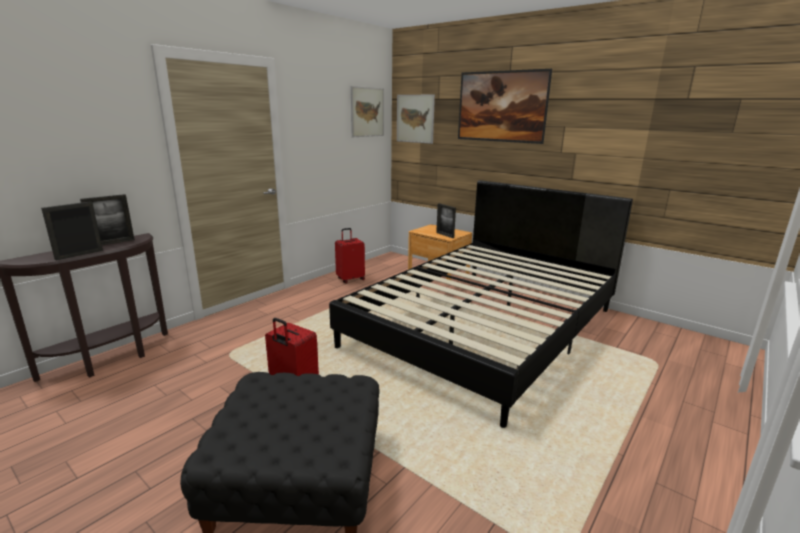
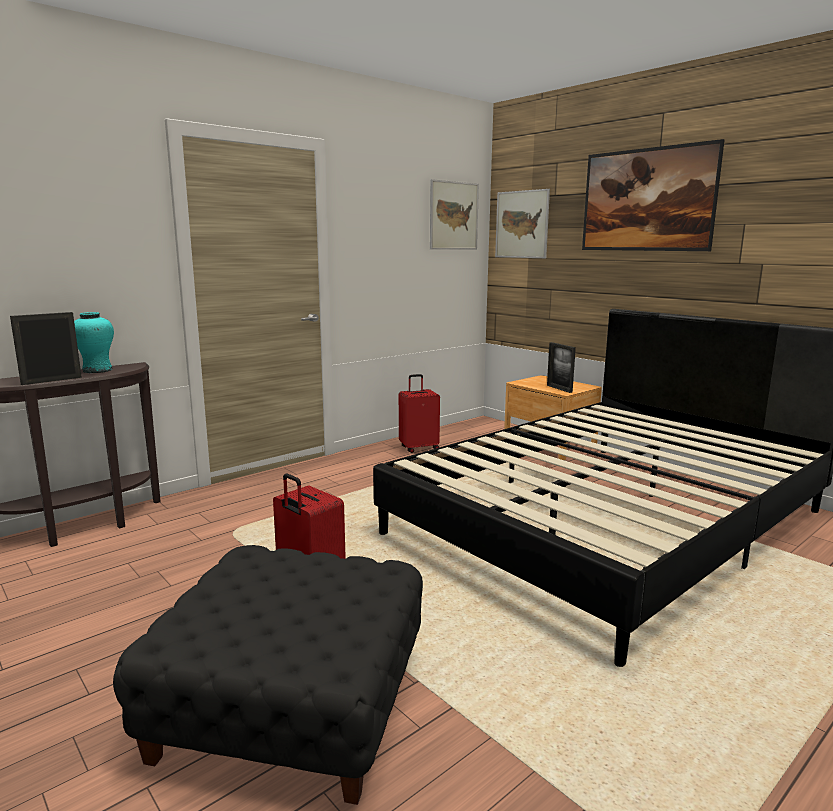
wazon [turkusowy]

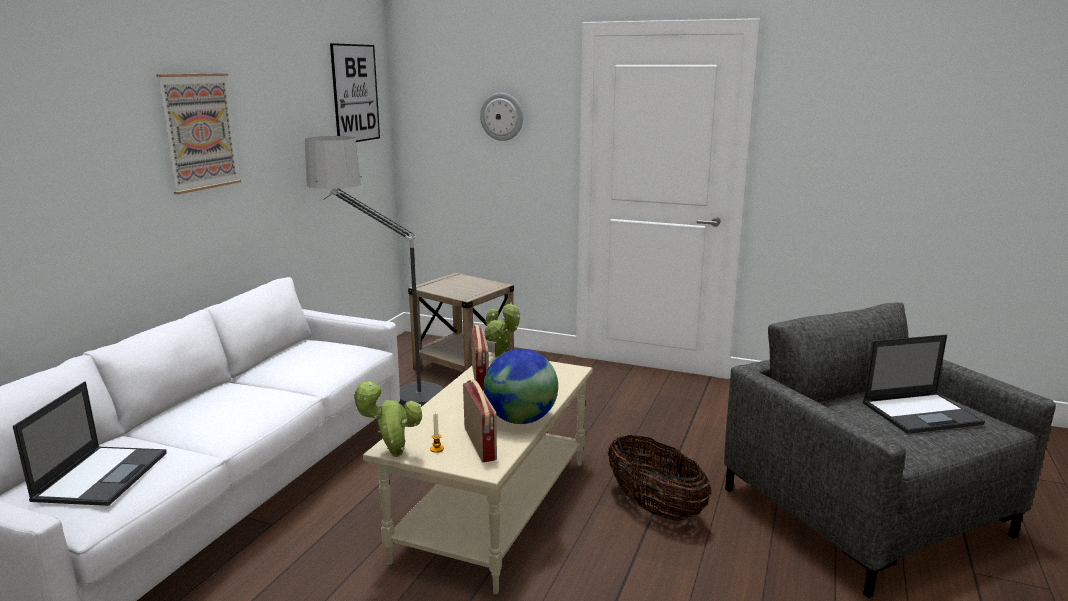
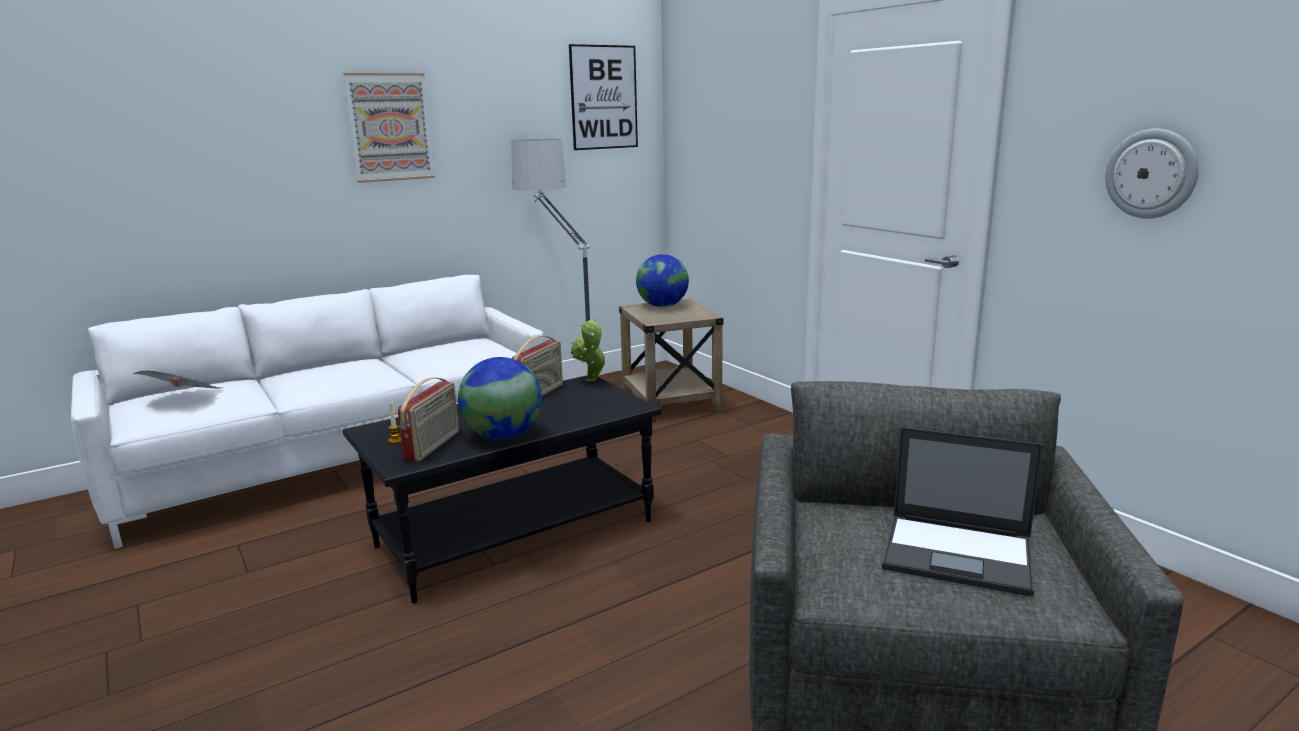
zegar ścienny
ława [czarny]
gazeta
roślina doniczkowa (no. 1 from left in the first image)
koszyk
globus (no. 2 from left)

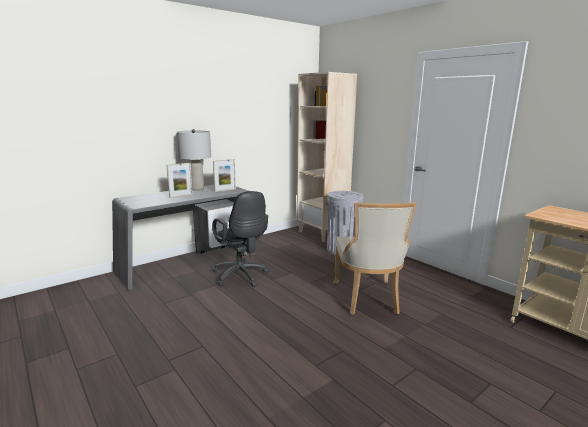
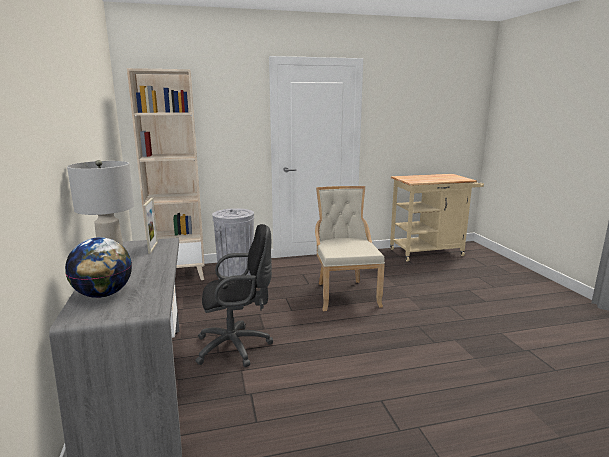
ramka na zdjęcie (no. 1 from left in the first image)
krzesło [beżowy]
globus

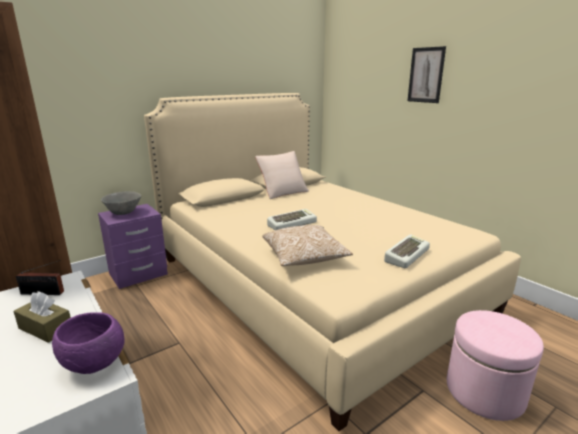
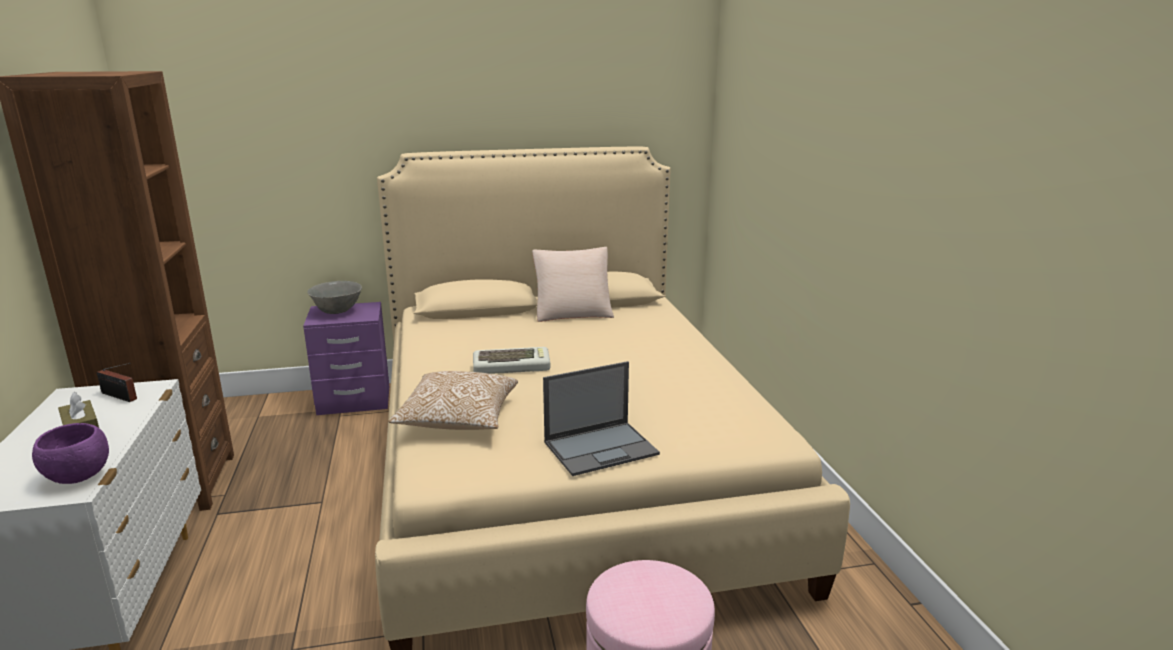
obraz
laptop

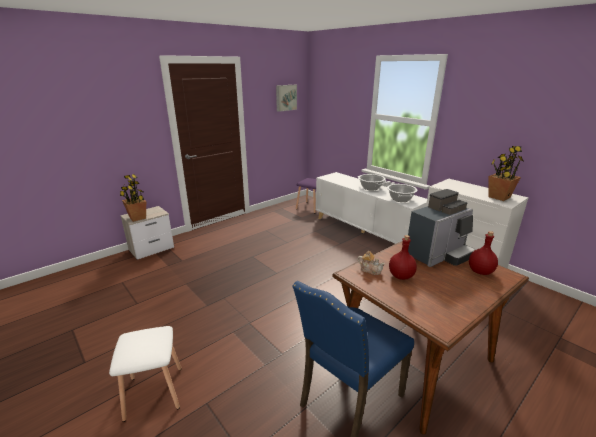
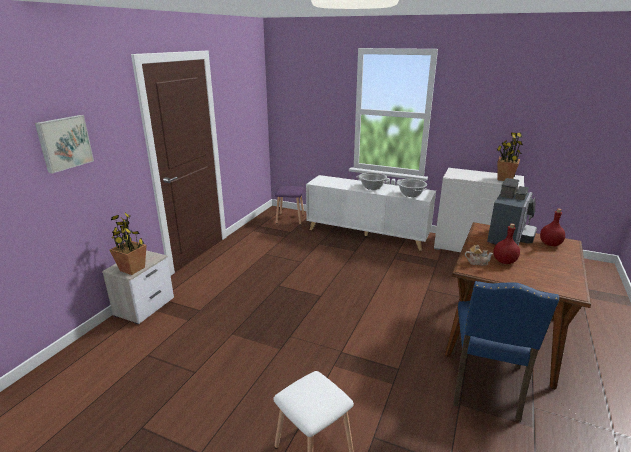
obraz

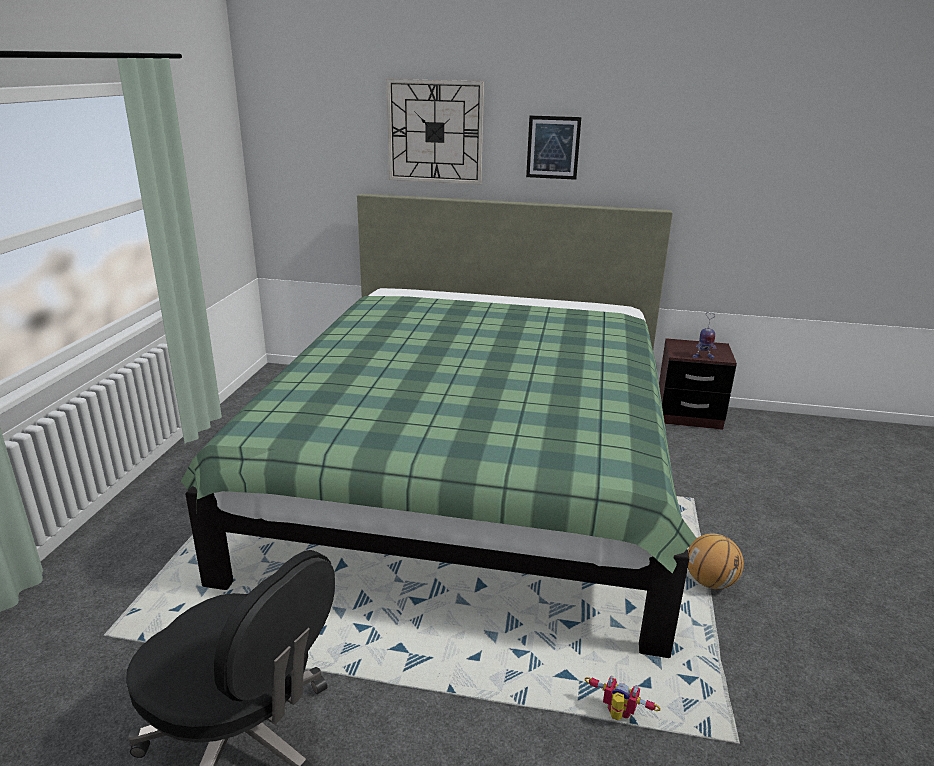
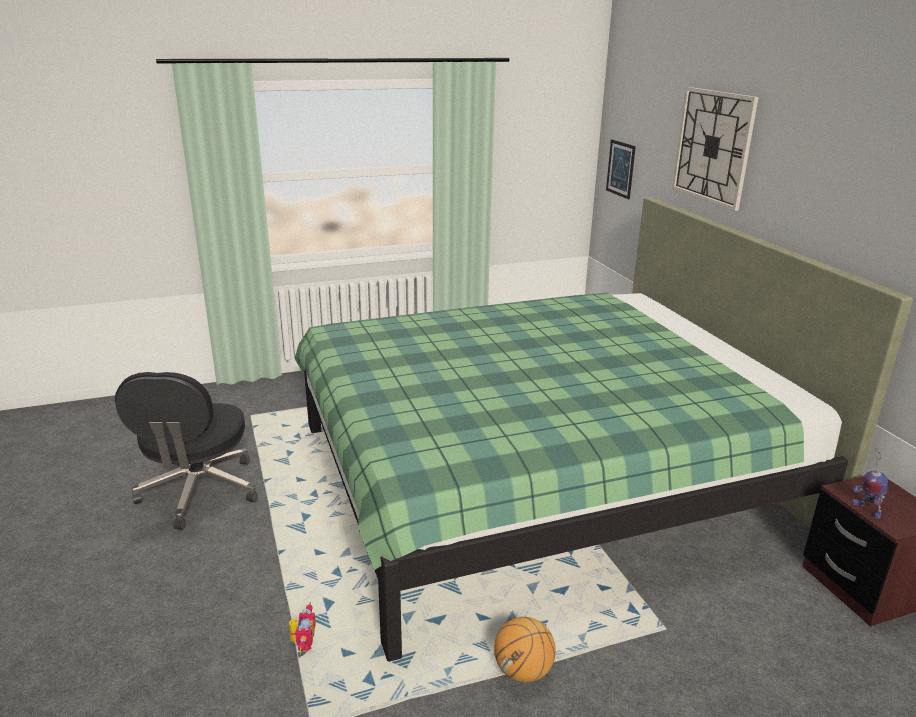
obraz

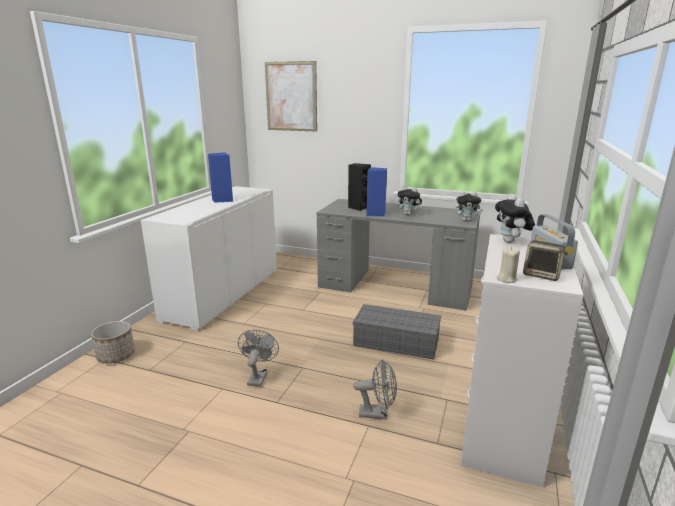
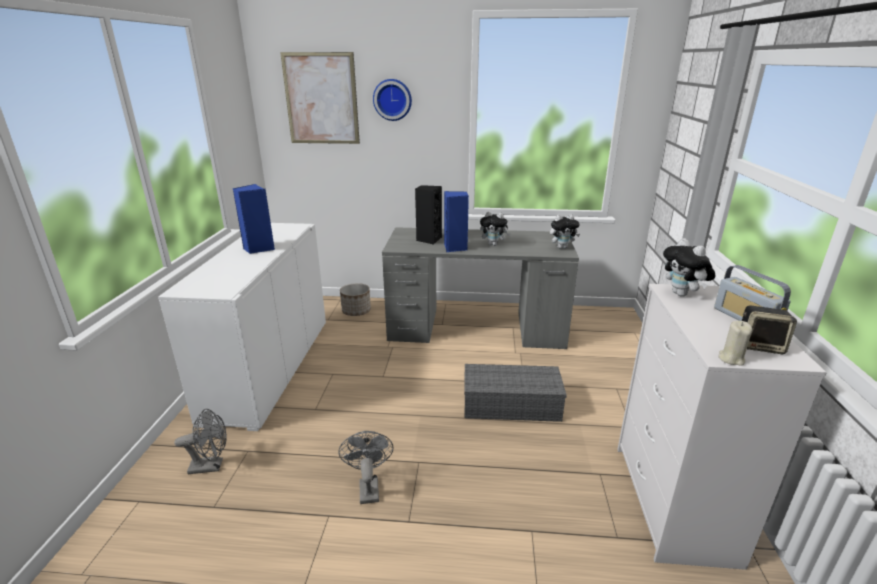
donica
wentylator [szary] (no. 1 from left)
zegar ścienny

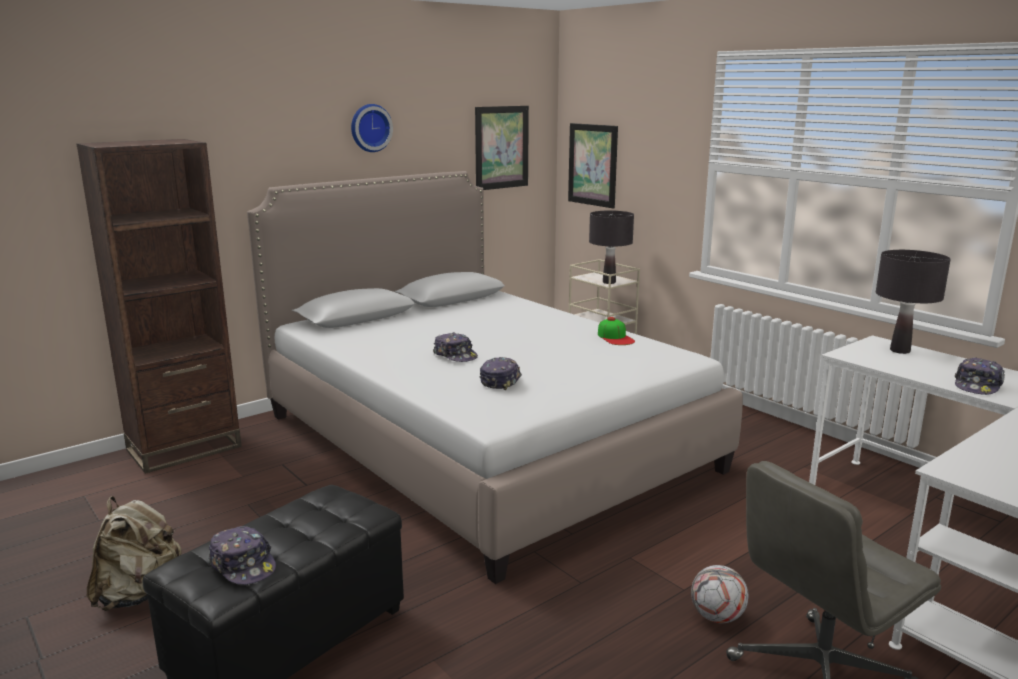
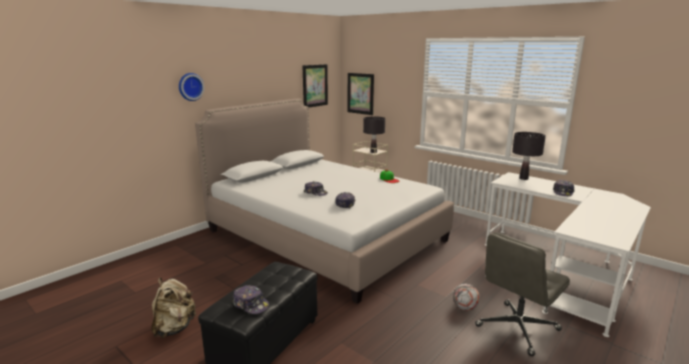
zegar ścienny
regał [brązowy]

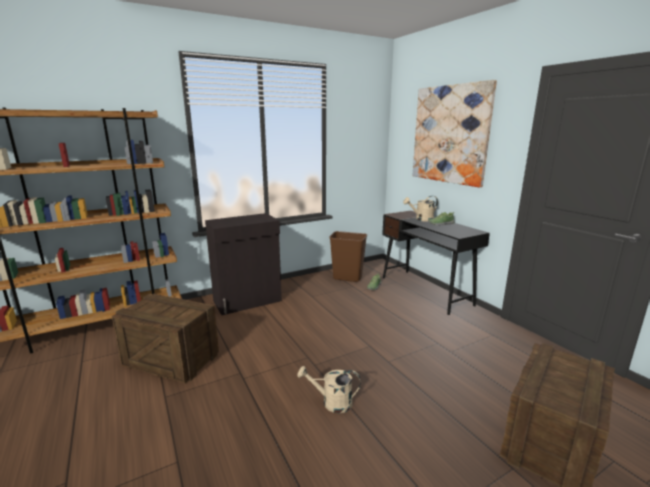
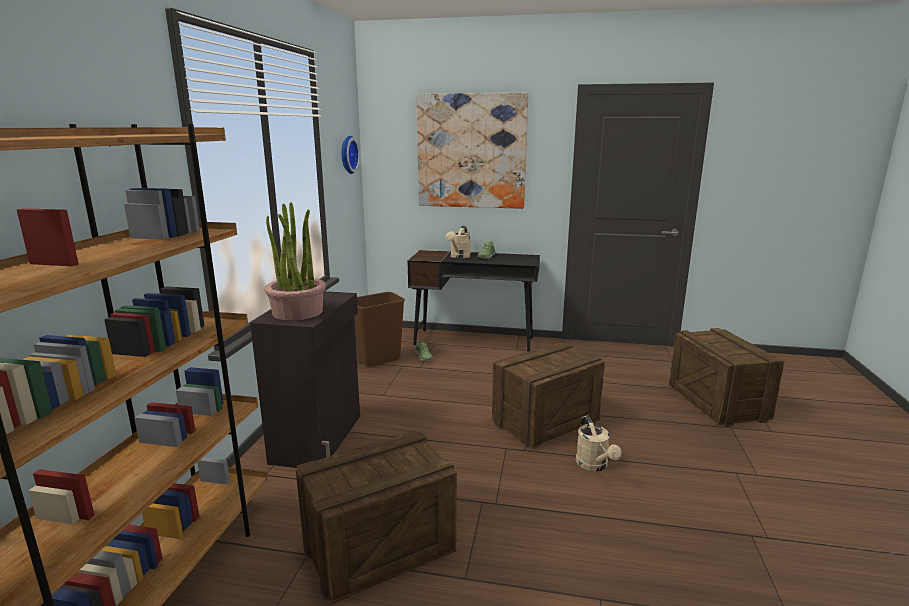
konewka [beżowy] (no. 2 from left)
zegar ścienny
roślina doniczkowa
skrzynka (no. 2 from left)

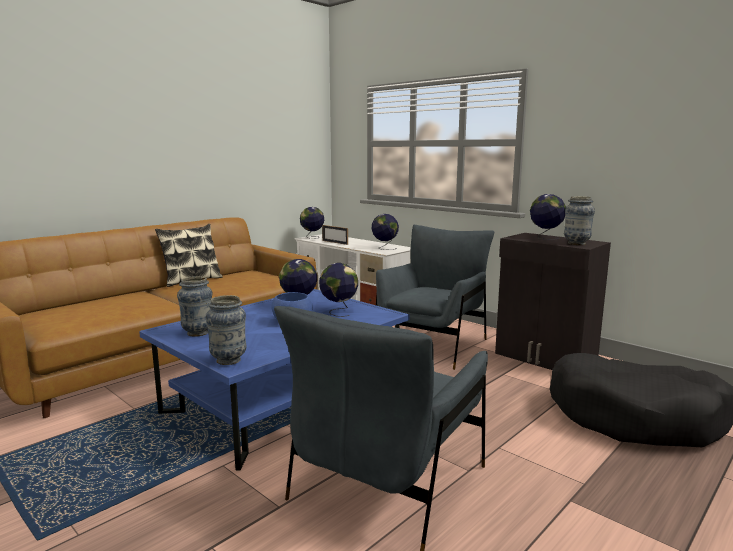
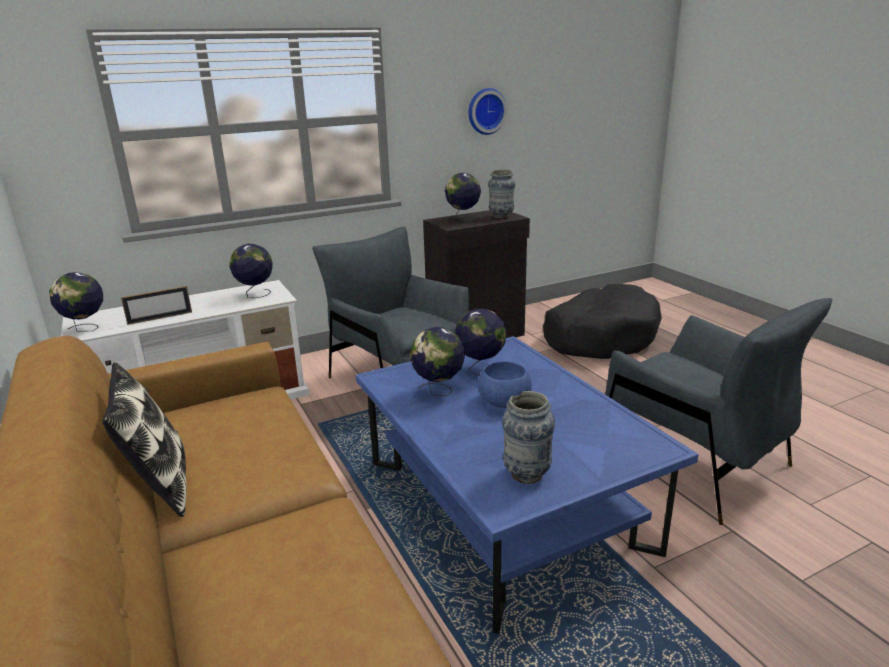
wazon (no. 2 from left in the first image)
zegar ścienny

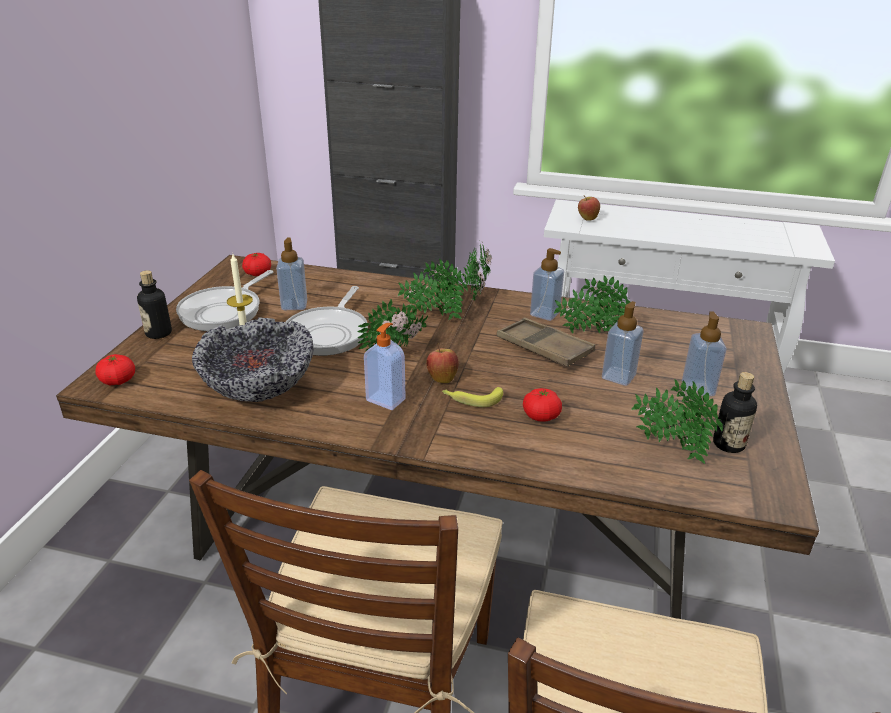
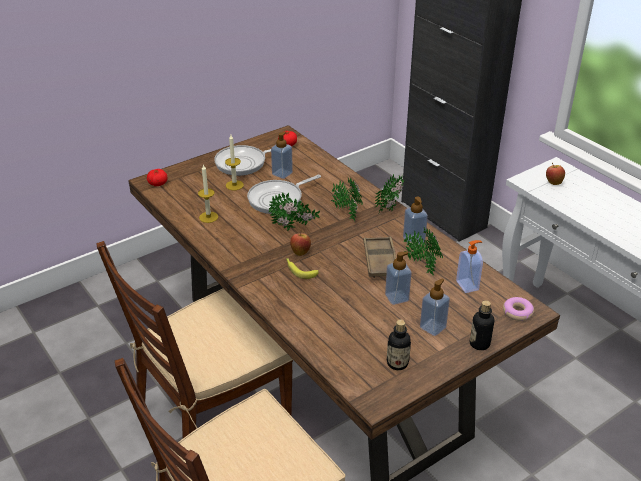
butelka (no. 2 from left)
świeca (no. 1 from left)
dozownik mydła (no. 5 from left)
roślina doniczkowa (no. 5 from left in the first image)
pomidor (no. 3 from left in the first image)
donut

